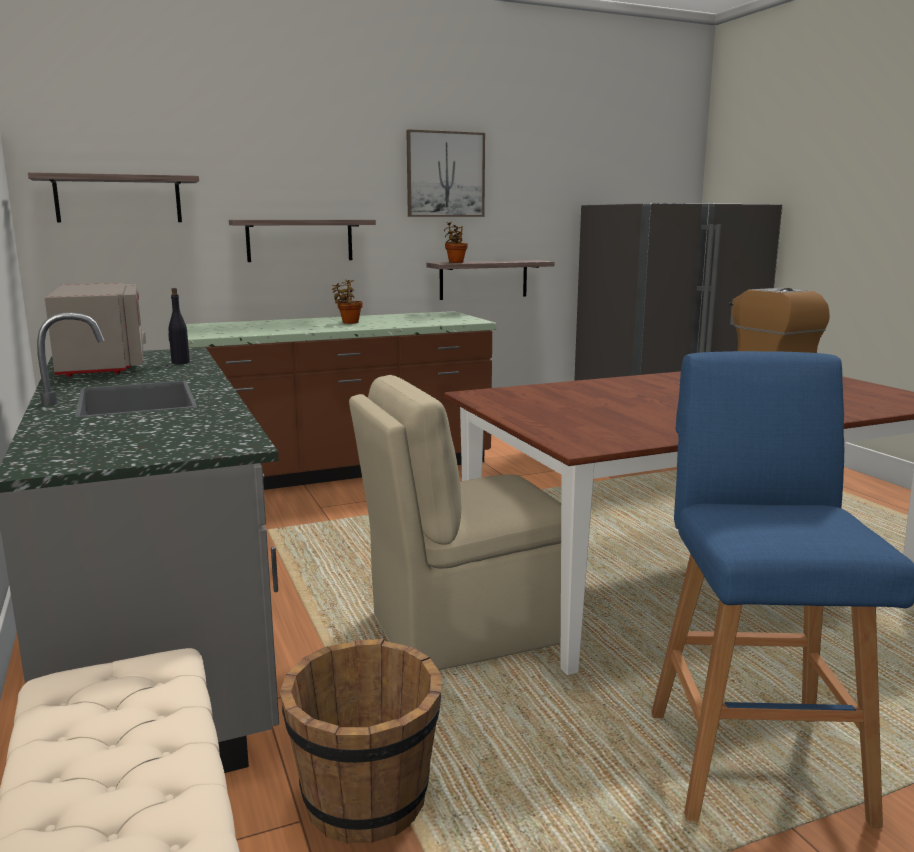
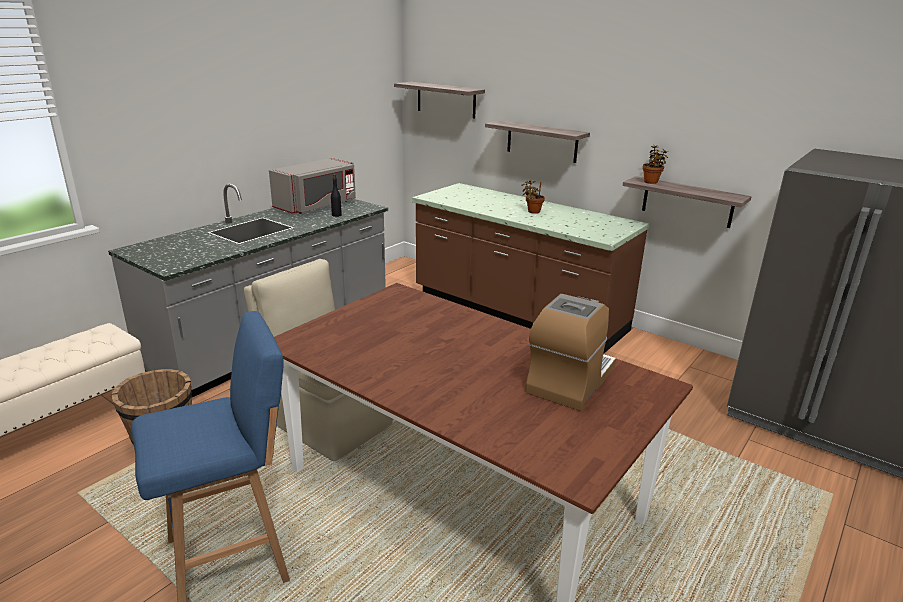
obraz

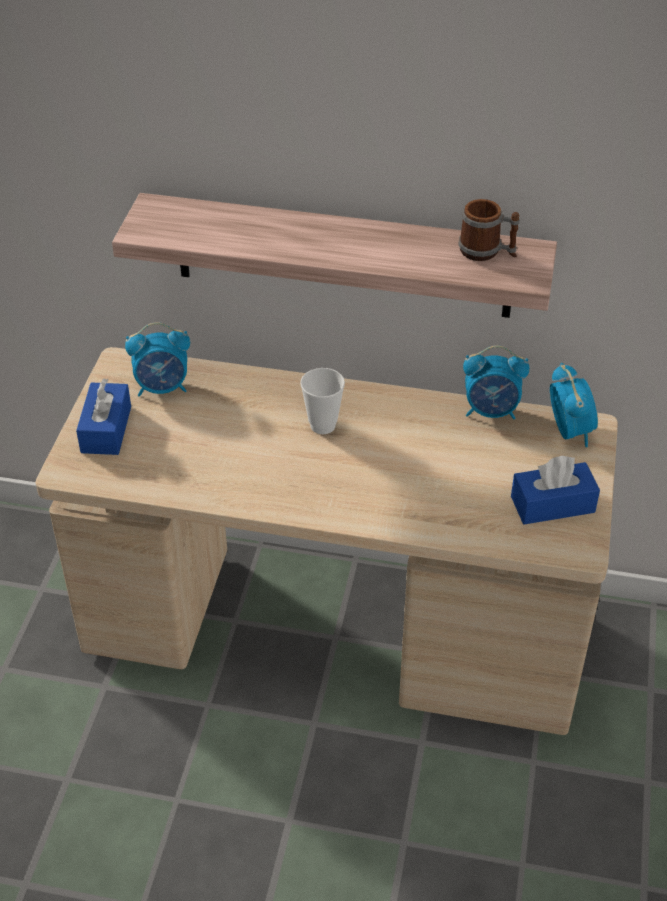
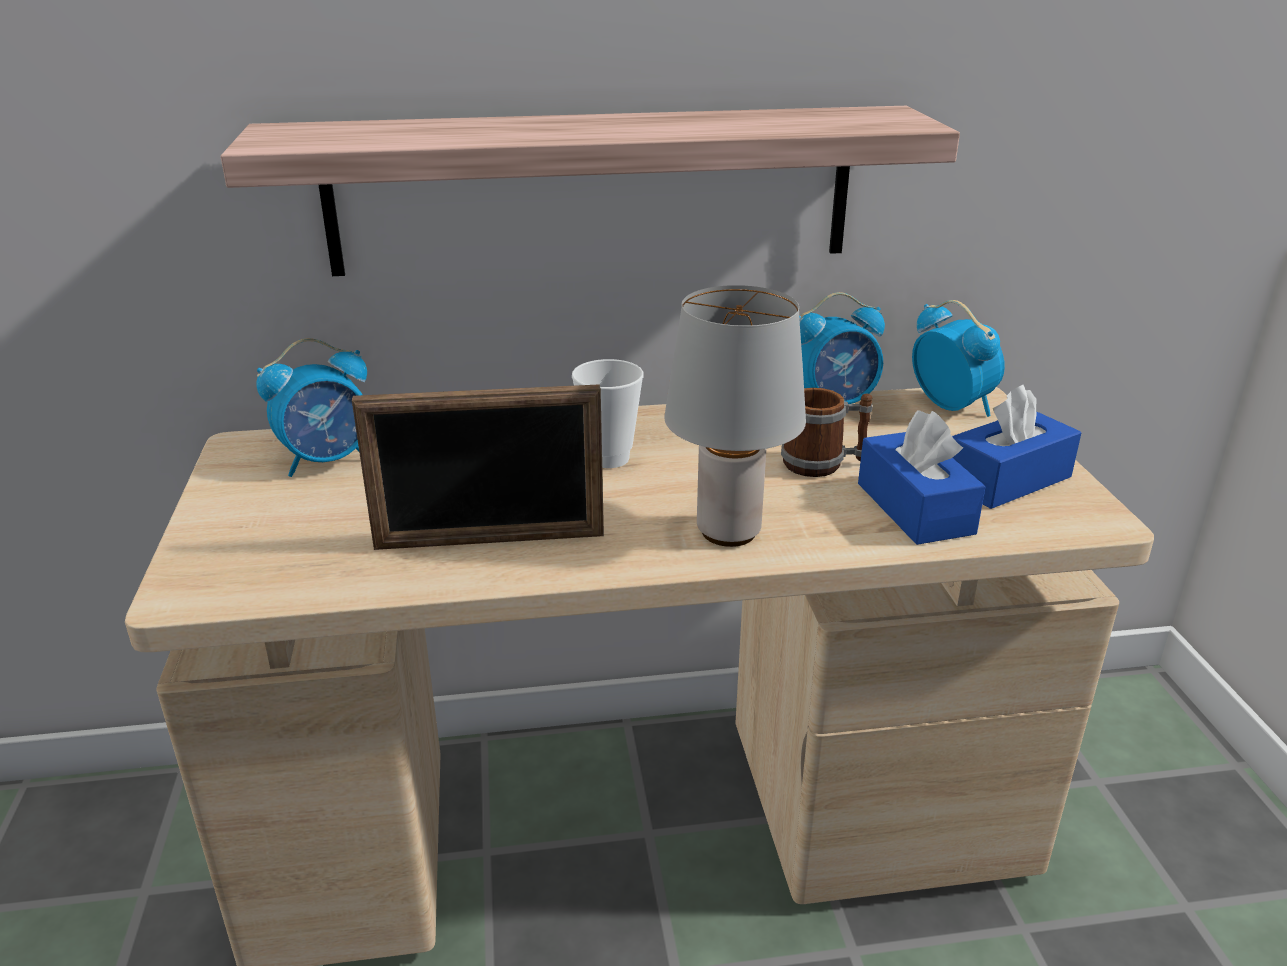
kubek
pudełko chusteczek [niebieski] (no. 1 from left)
lampa stołowa [szary]
ramka na zdjęcie

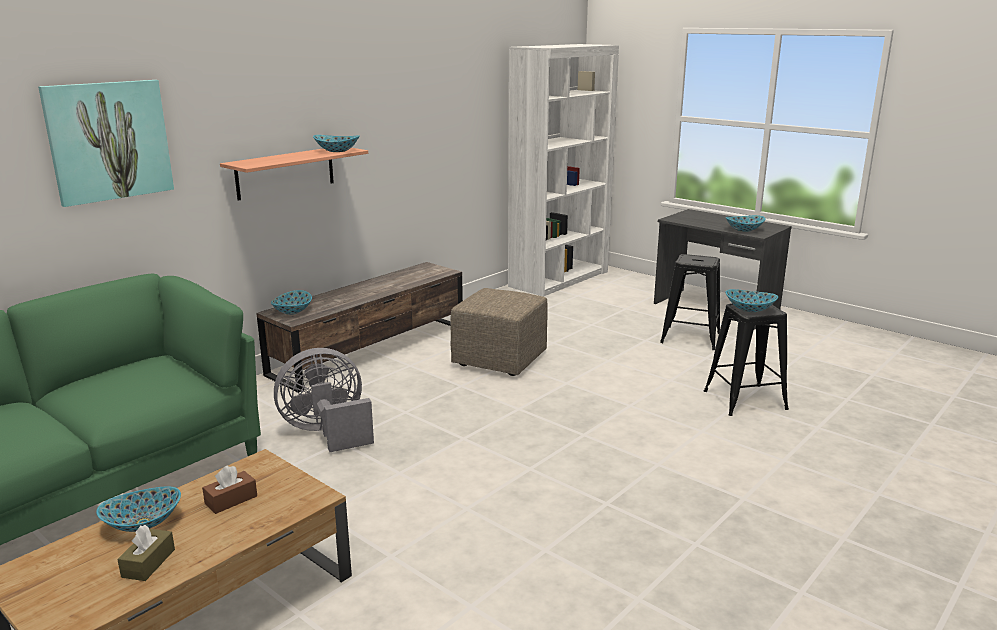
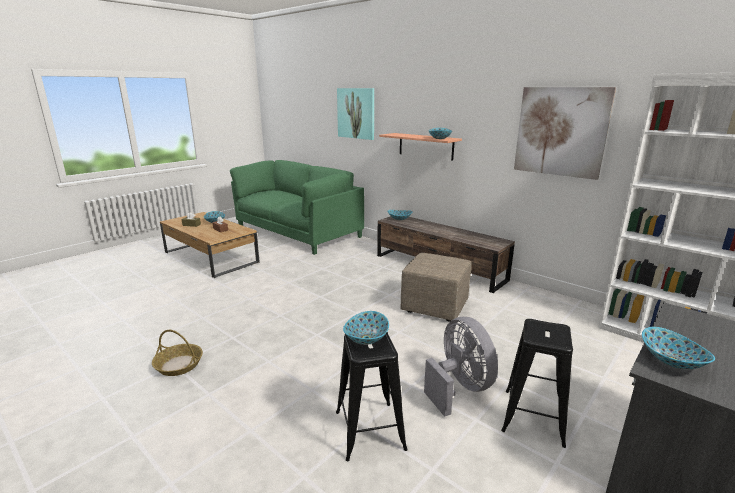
wentylator [szary]
obraz (no. 2 from left)
koszyk

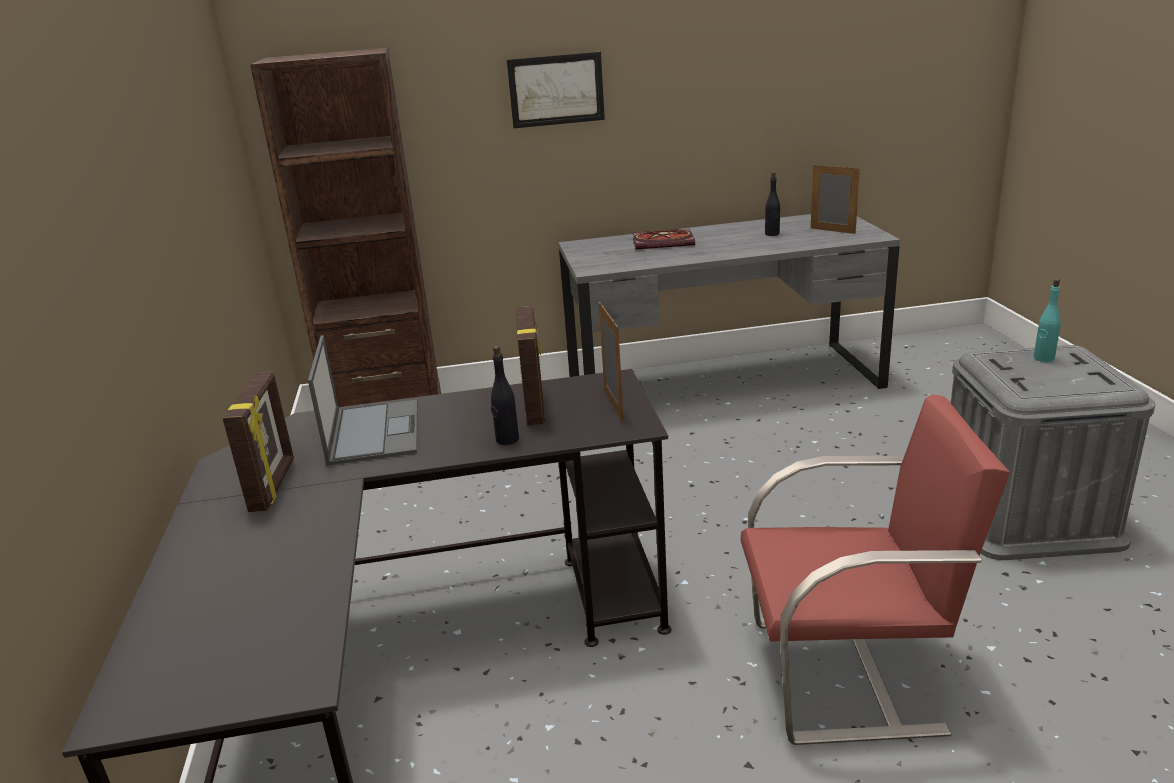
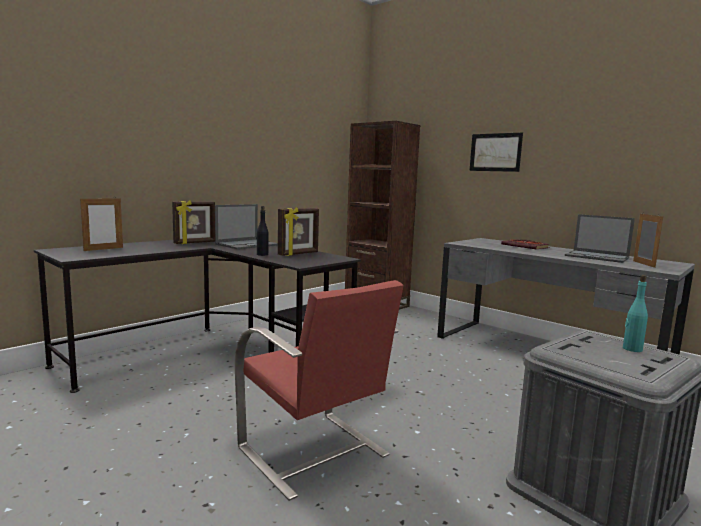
laptop (no. 2 from left)
ramka na zdjęcie (no. 1 from left)

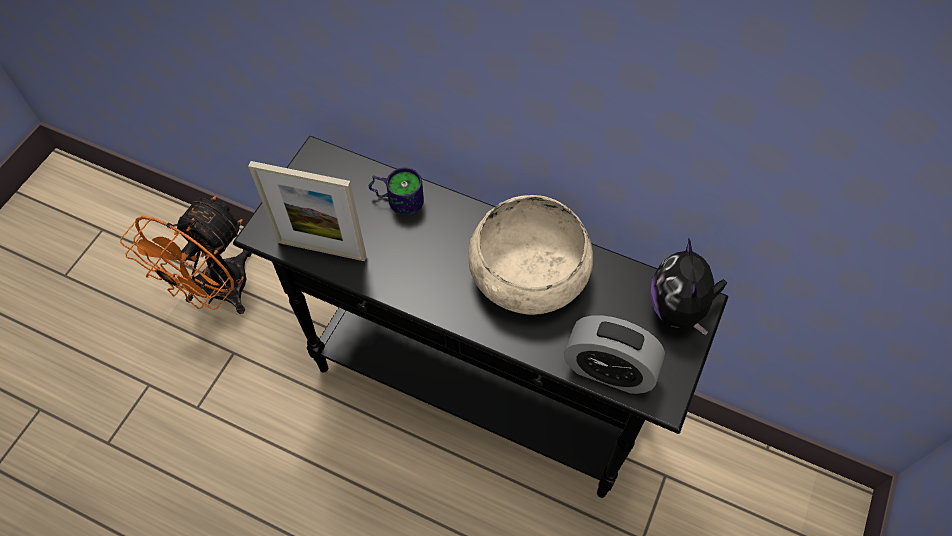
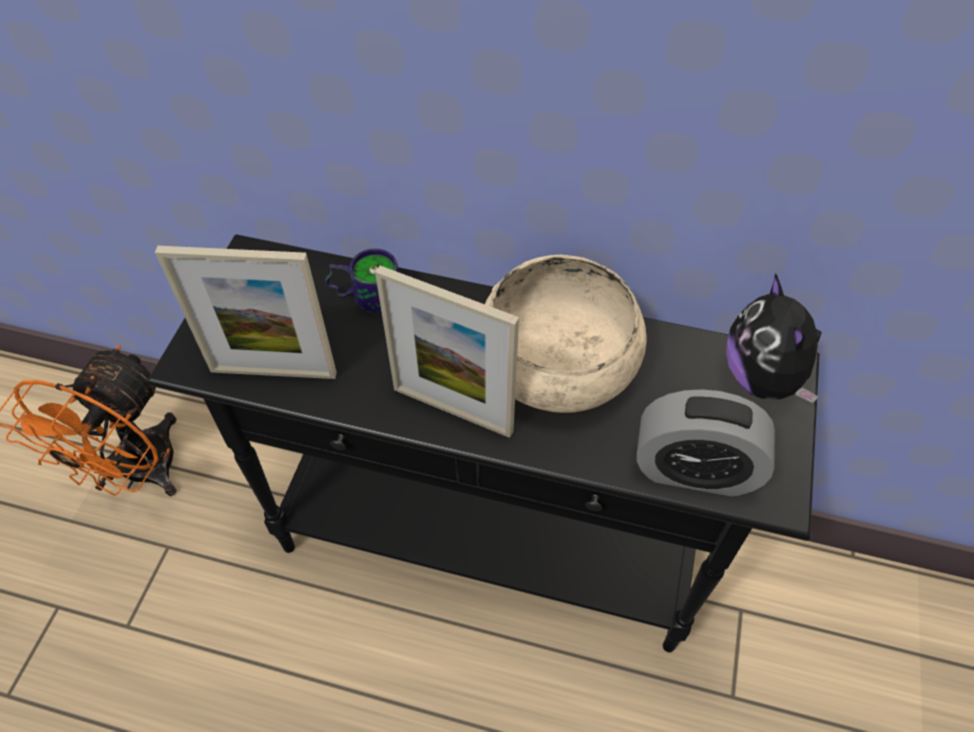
ramka na zdjęcie (no. 2 from left)

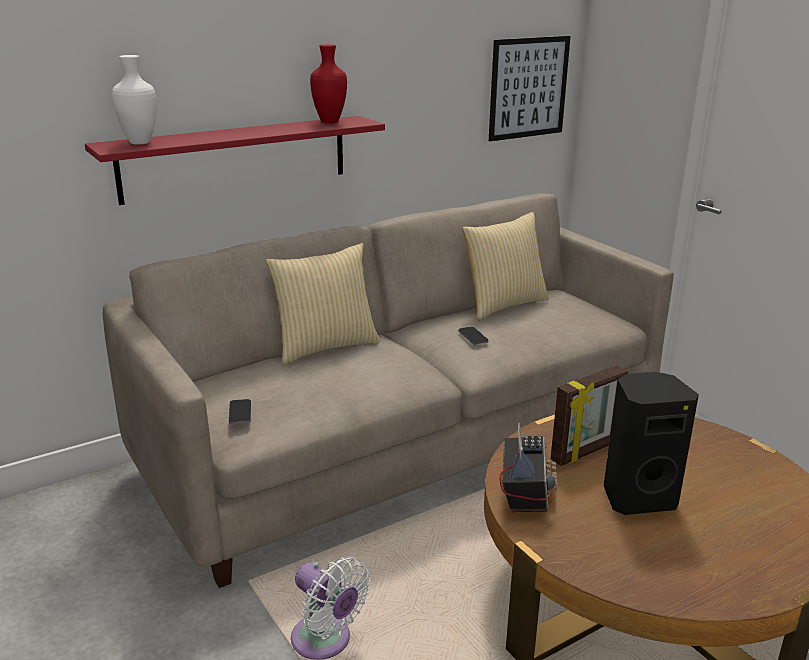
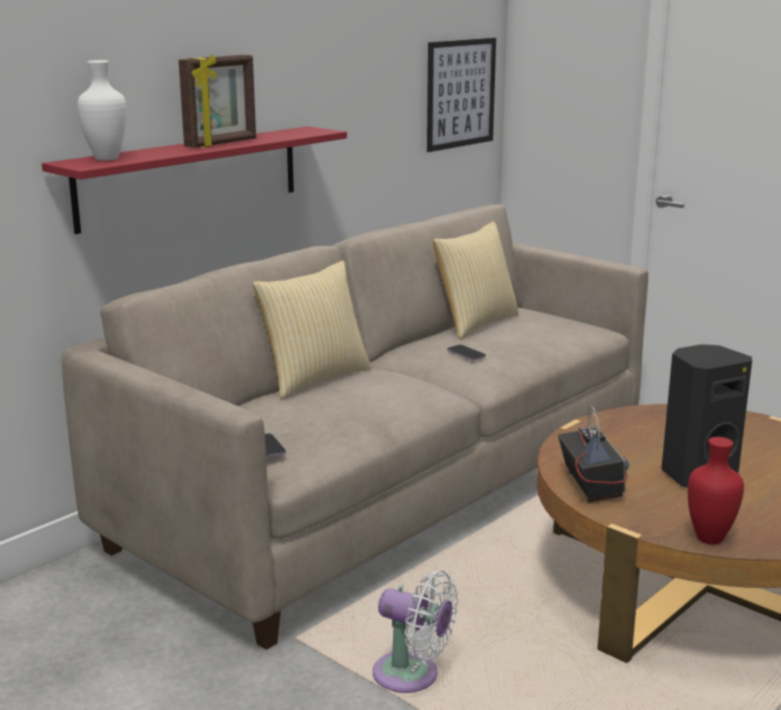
wazon [czerwony]
ramka na zdjęcie

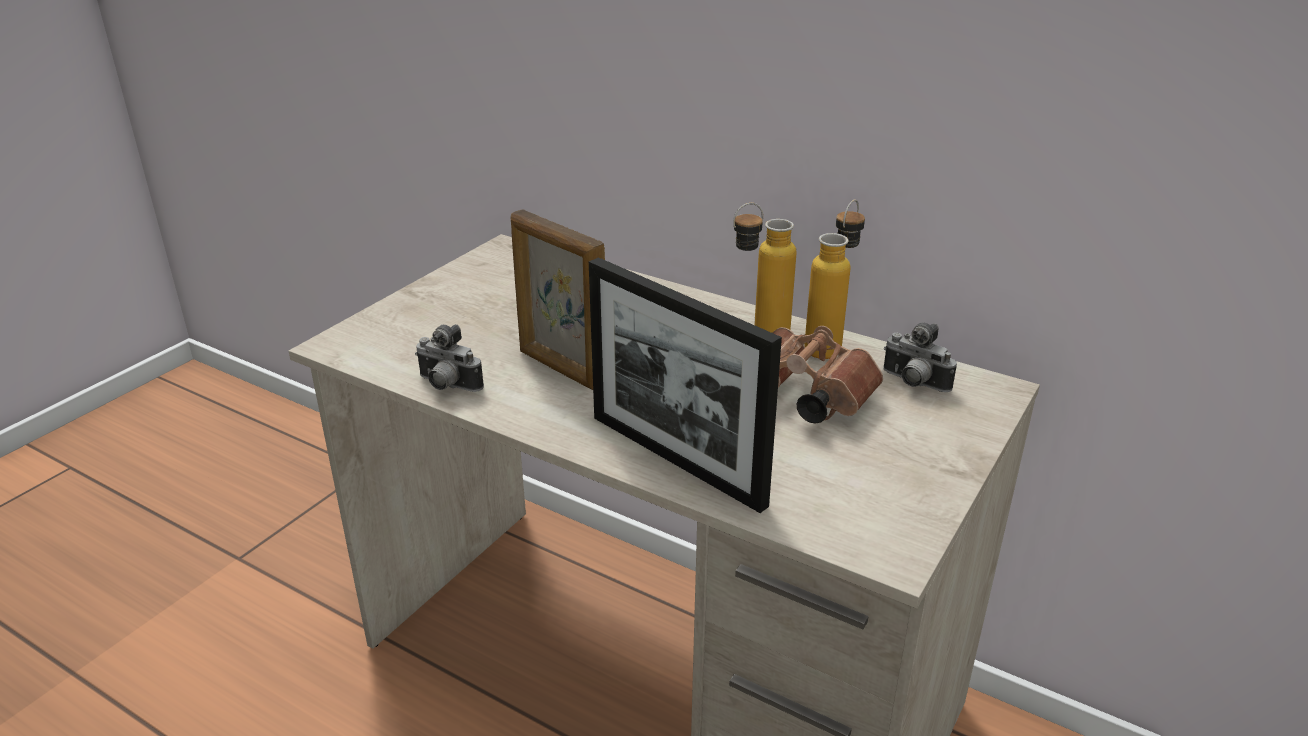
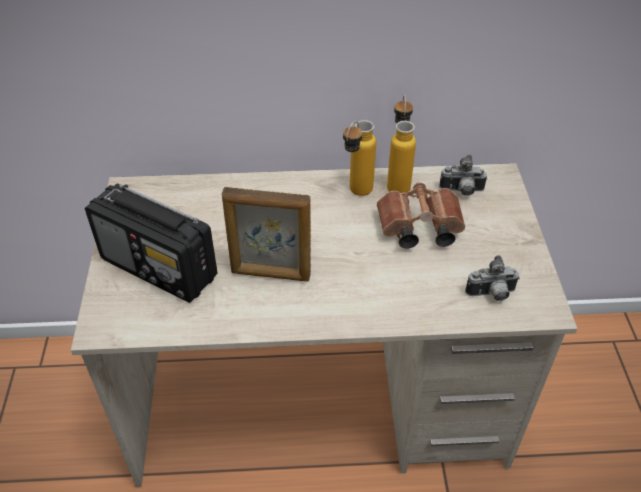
ramka na zdjęcie (no. 2 from left in the first image)
aparat fotograficzny (no. 2 from left)
radio

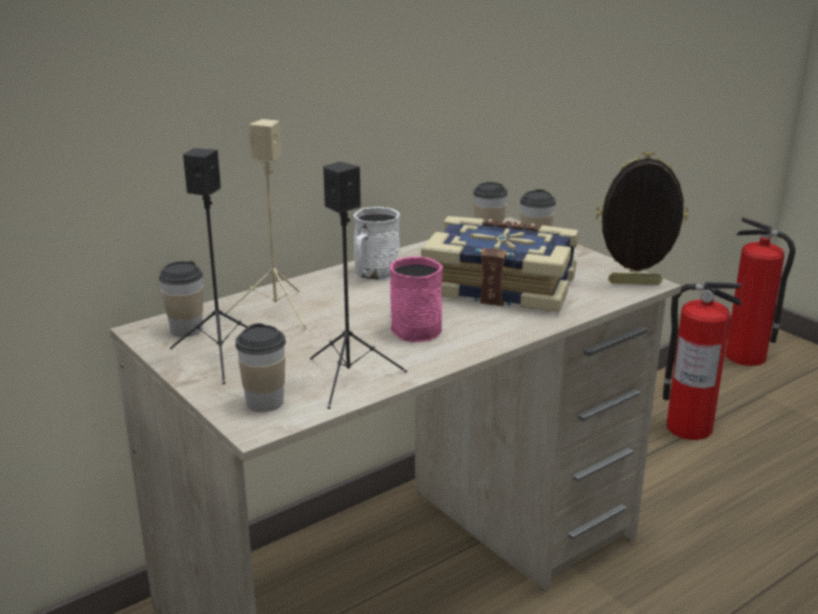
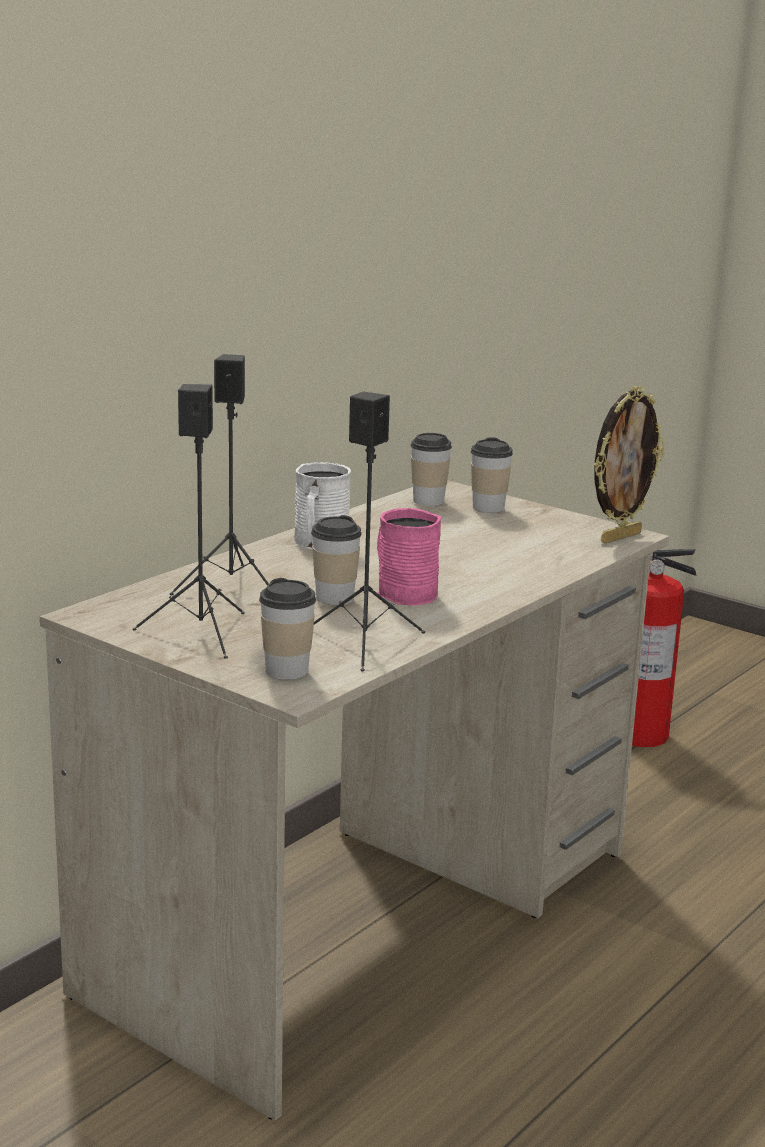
głośnik [czarny] (no. 2 from left)
ramka na zdjęcie
książka
gaśnica (no. 2 from left in the first image)
filiżanka (no. 2 from left)

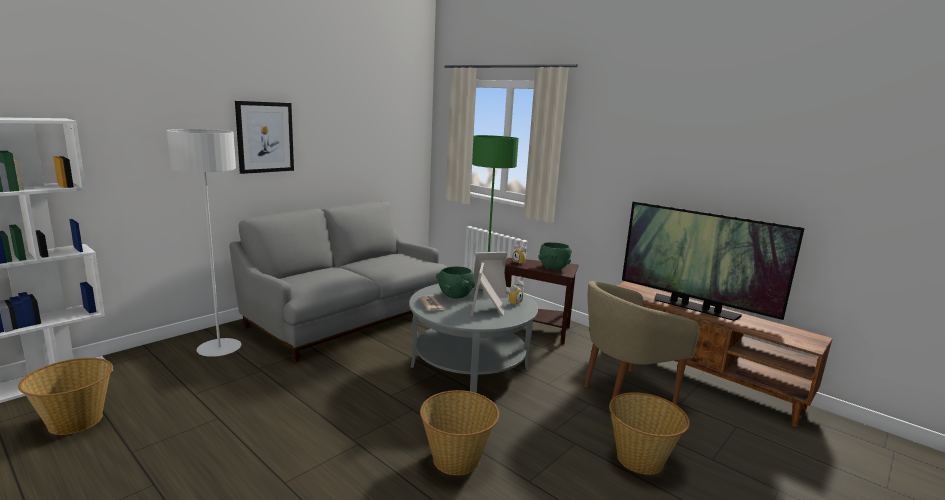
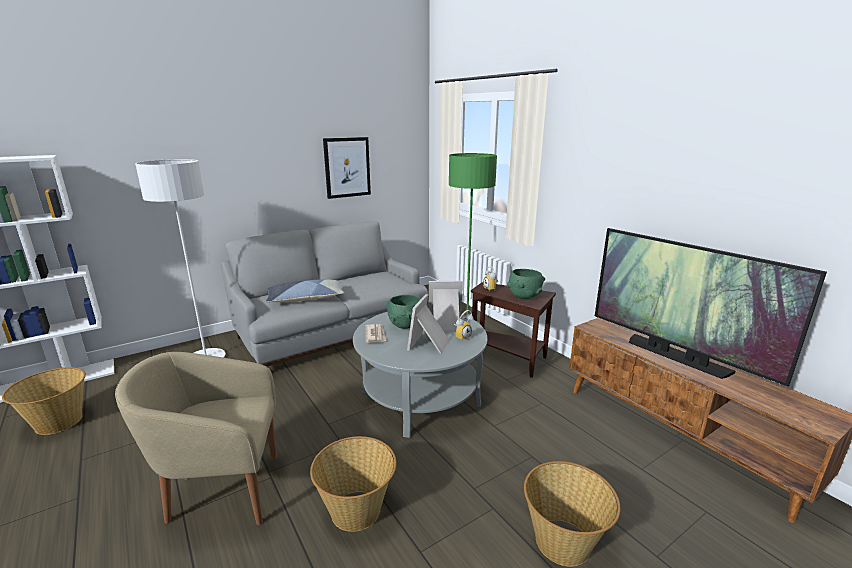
obraz
fotel [beżowy]
poduszka

